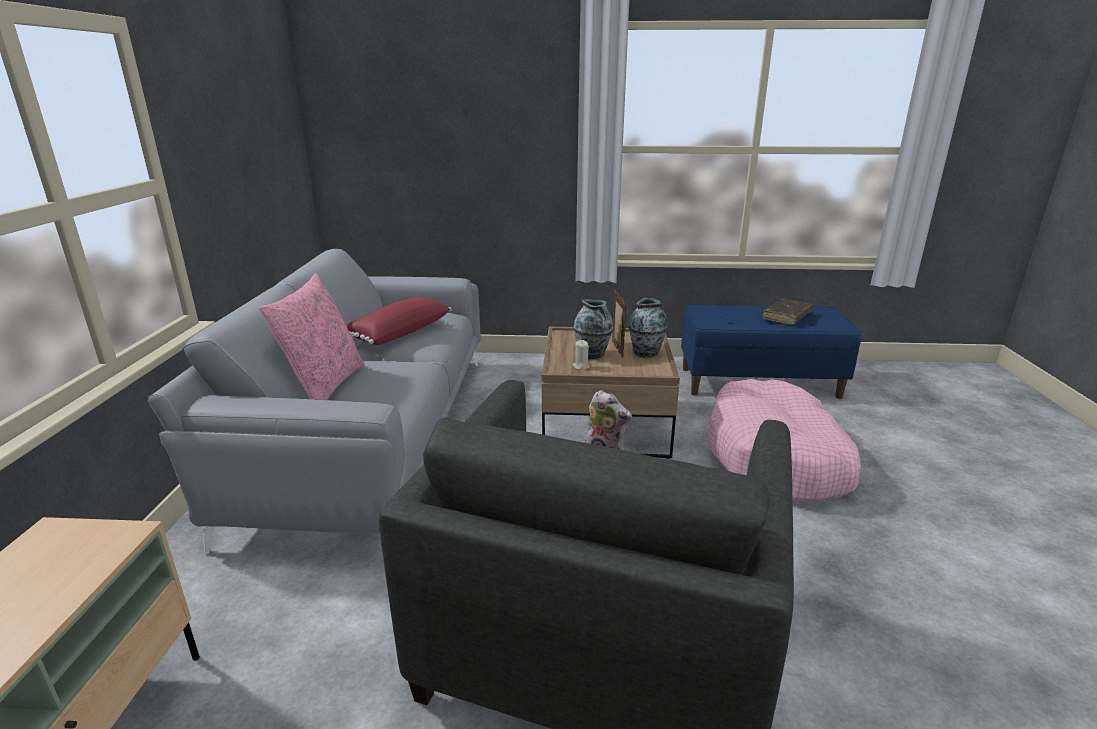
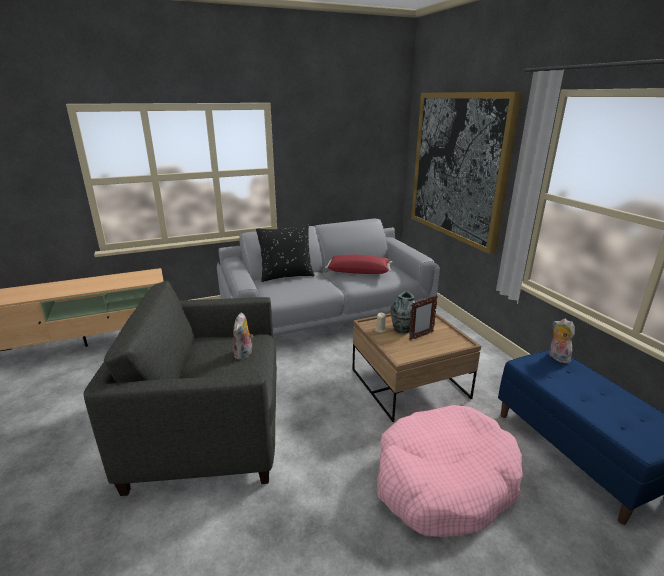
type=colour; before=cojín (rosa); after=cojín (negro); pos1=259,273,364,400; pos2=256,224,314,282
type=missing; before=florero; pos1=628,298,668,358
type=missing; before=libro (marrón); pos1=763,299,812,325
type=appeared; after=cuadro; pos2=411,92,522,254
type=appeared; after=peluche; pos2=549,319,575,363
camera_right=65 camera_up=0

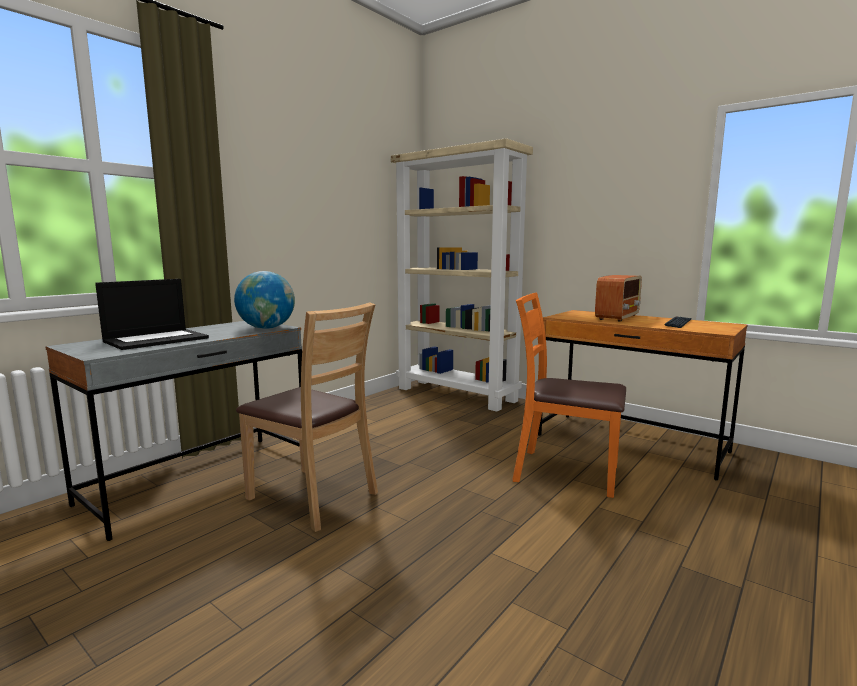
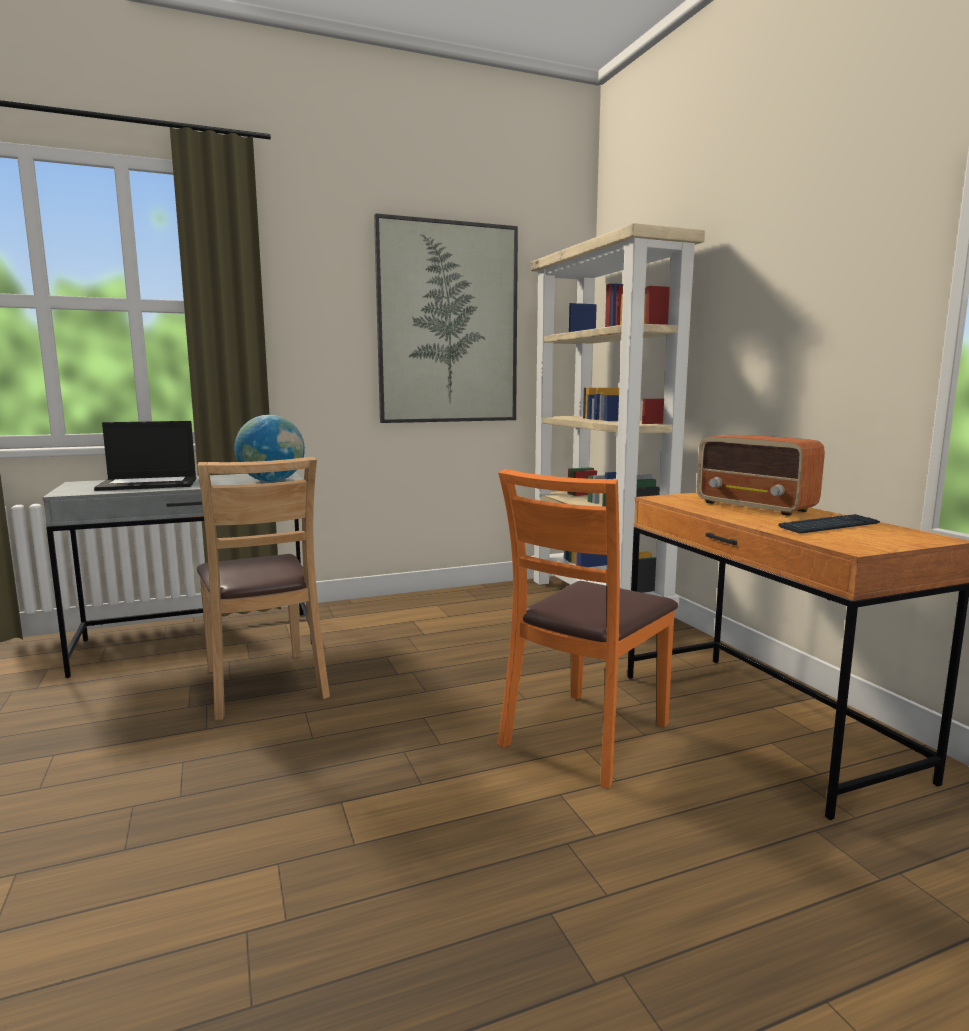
type=spun; before=radio; pos1=595,275,642,322; pos2=697,435,825,516; turn=75
type=spun; before=silla (naranja); pos1=513,292,626,498; pos2=498,469,678,789; turn=-105
type=appeared; after=cuadro; pos2=374,213,518,423
camera_right=30 camera_up=0

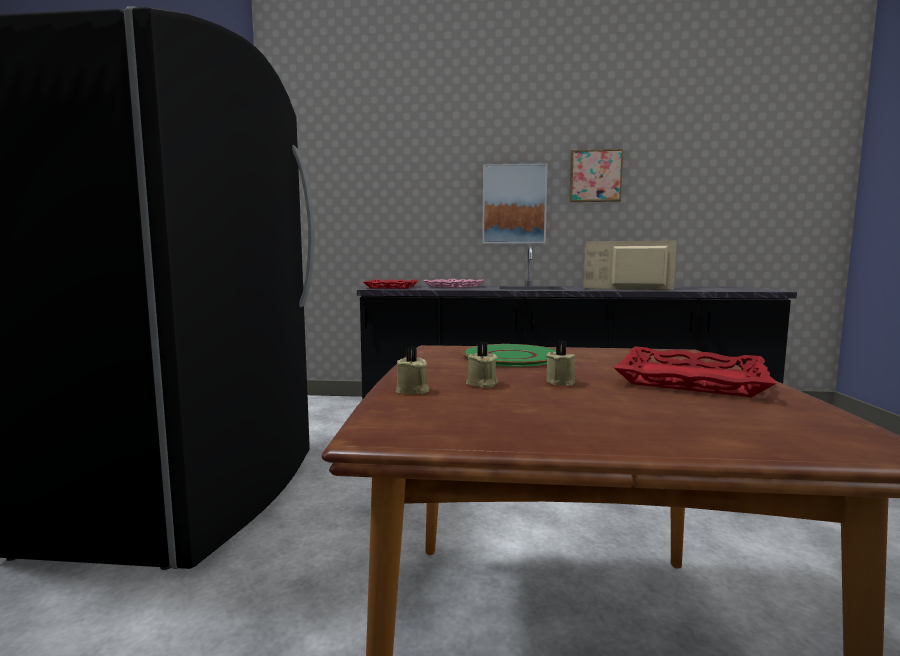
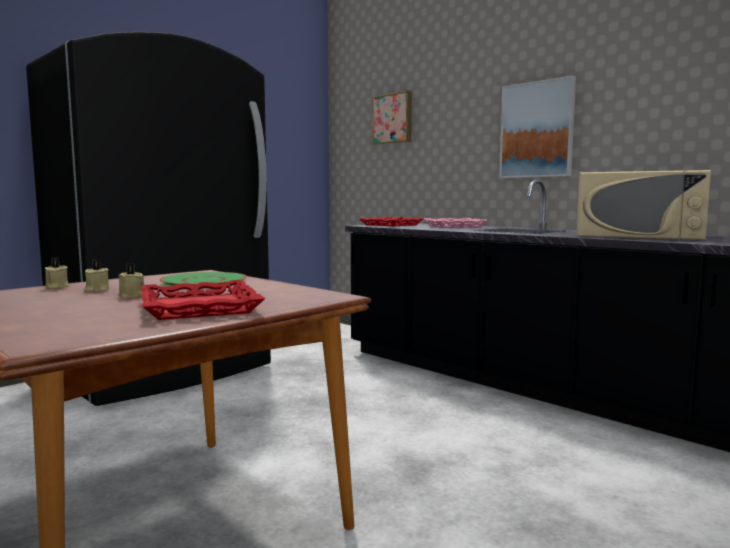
type=relocated; before=cuadro; pos1=569,149,624,202; pos2=372,91,412,145
type=spun; before=microondas (beis); pos1=584,240,677,290; pos2=576,170,711,240; turn=150
camera_right=40 camera_up=0

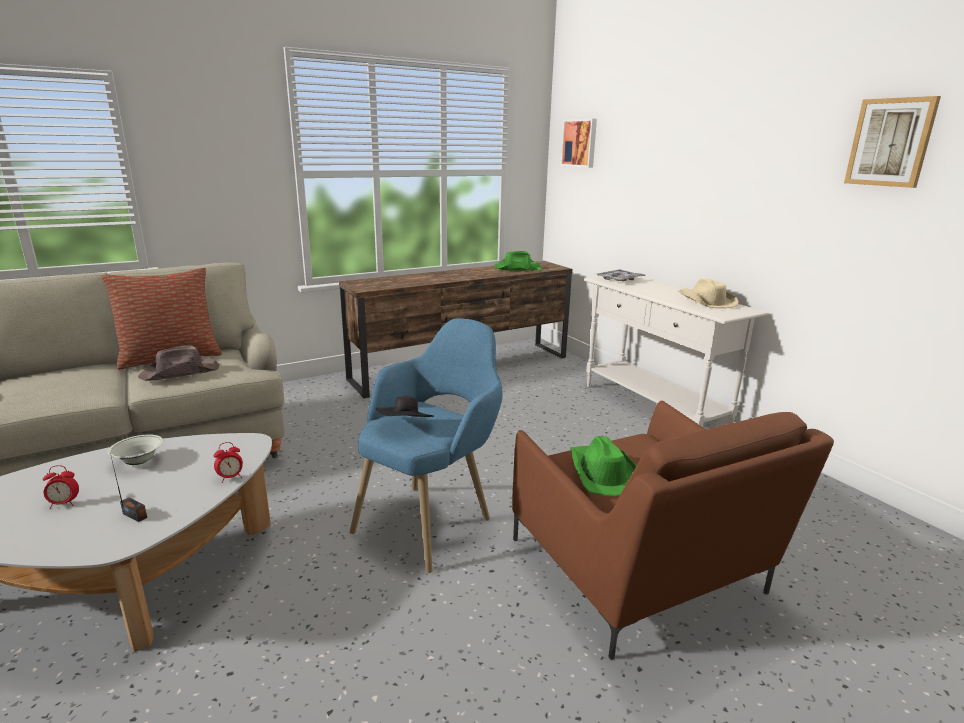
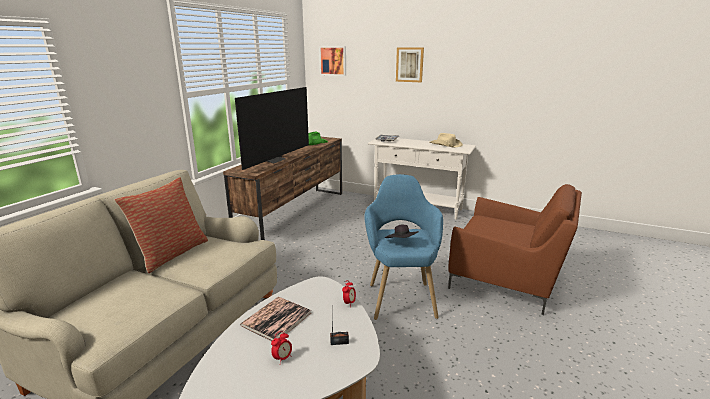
type=relocated; before=cuadro; pos1=844,96,941,188; pos2=396,47,424,82
type=missing; before=sombrero (marrón); pos1=138,346,219,381
type=exchanged; before=cuenco (blanco); after=libro; pos1=108,435,163,465; pos2=240,297,311,341
type=missing; before=sombrero (verde); pos1=571,436,636,496
type=appeared; after=televisor; pos2=235,87,309,170
camera_right=-35 camera_up=0

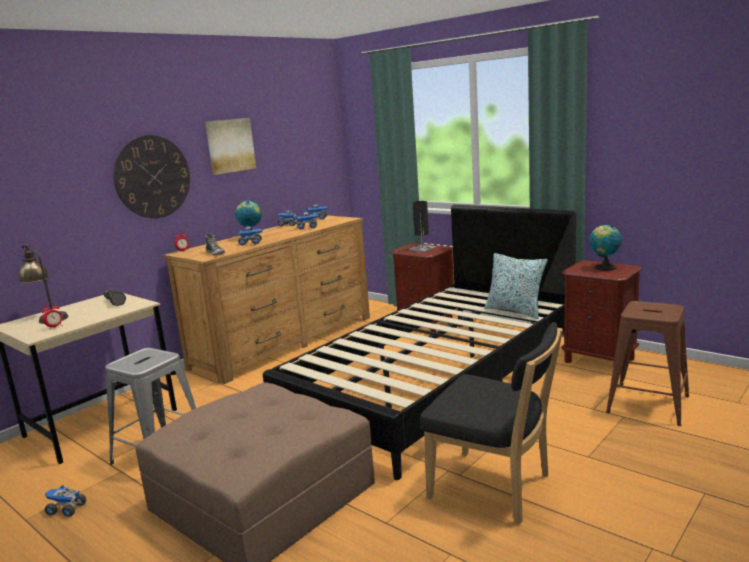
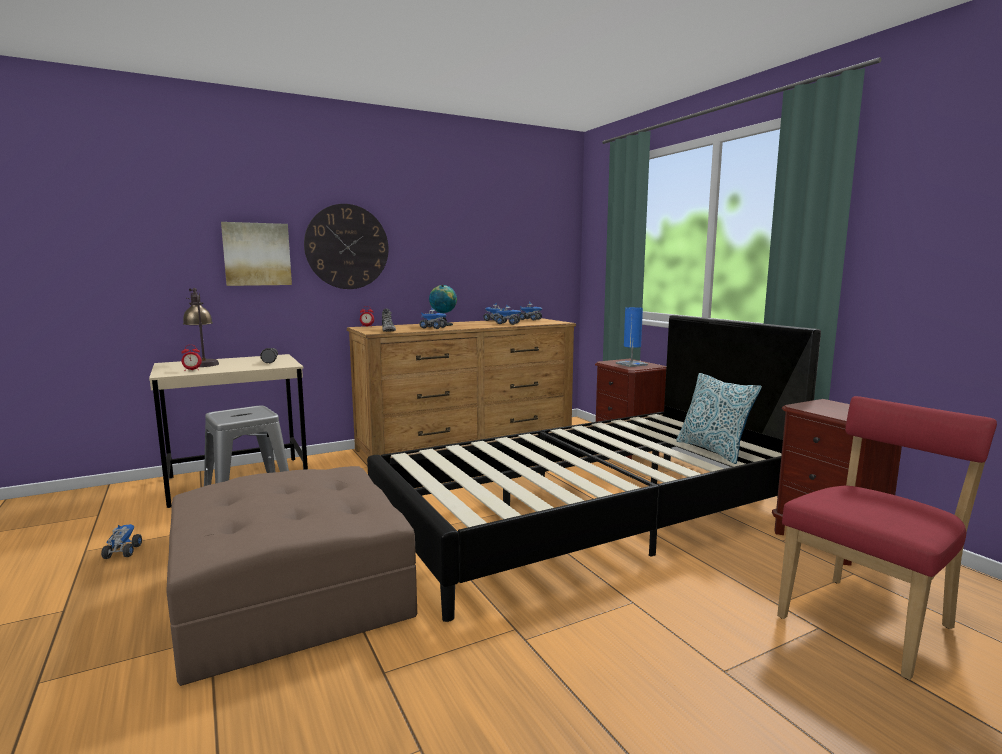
type=relocated; before=cuadro; pos1=205,118,256,175; pos2=221,222,292,286
type=colour; before=lámpara de mesa (negro); after=lámpara de mesa (azul); pos1=409,201,436,252; pos2=616,307,648,367
type=missing; before=globo terráqueo; pos1=589,225,622,271
type=exchanged; before=taburete (marrón); after=silla (rojo); pos1=606,301,689,426; pos2=777,396,997,680
type=missing; before=silla (negro); pos1=420,322,563,524
type=spun; before=camión de juguete; pos1=45,485,86,517; pos2=101,524,142,559; turn=45
camera_right=20 camera_up=-5

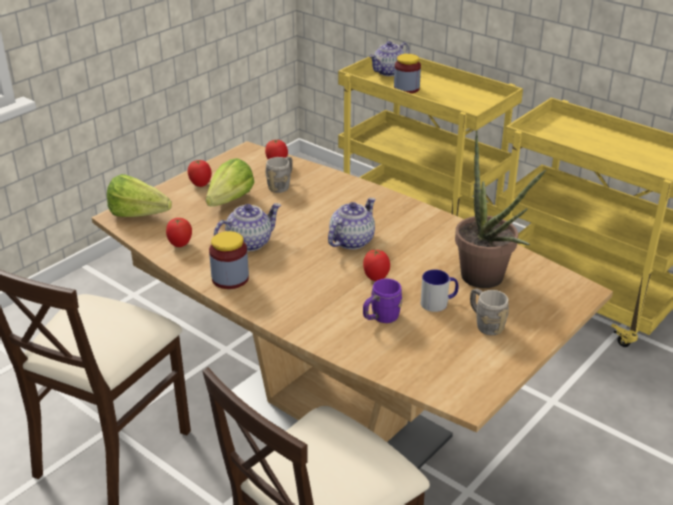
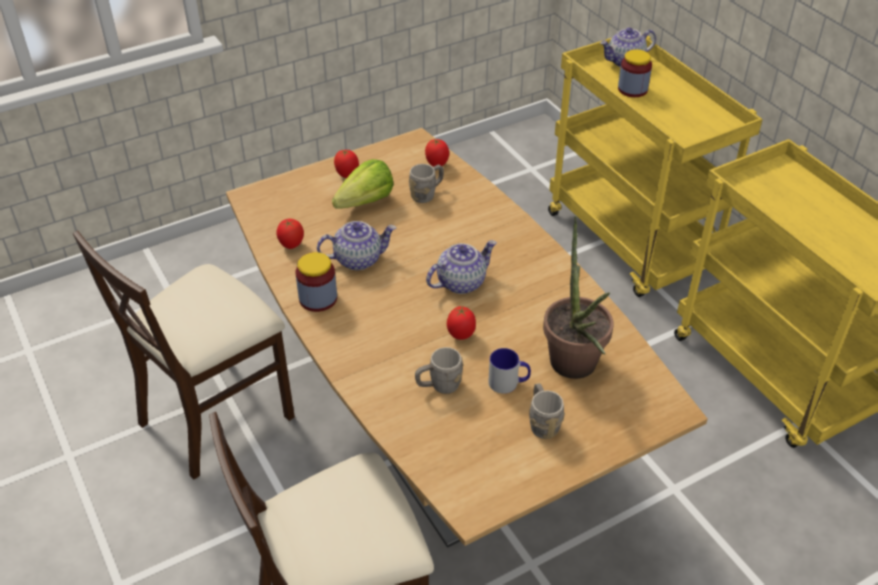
type=missing; before=lechuga; pos1=107,174,172,217
type=colour; before=taza grande (morado); after=taza grande (gris); pos1=363,279,402,323; pos2=415,347,463,394
camera_right=20 camera_up=10

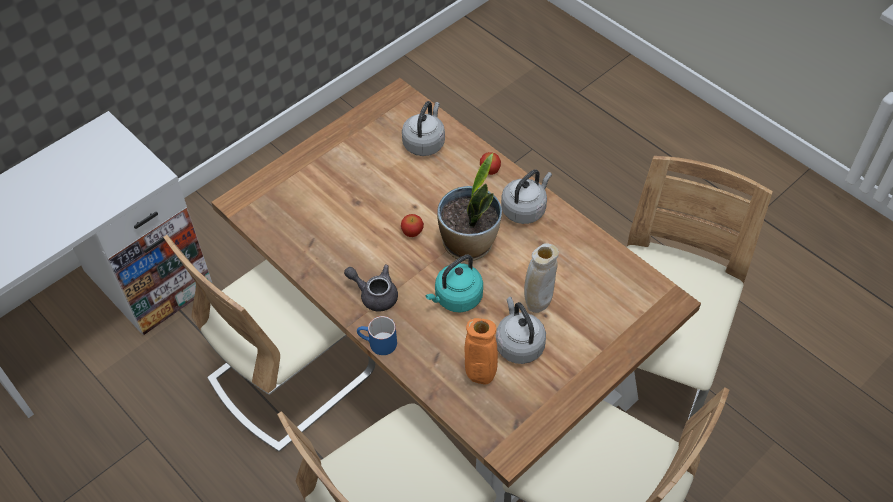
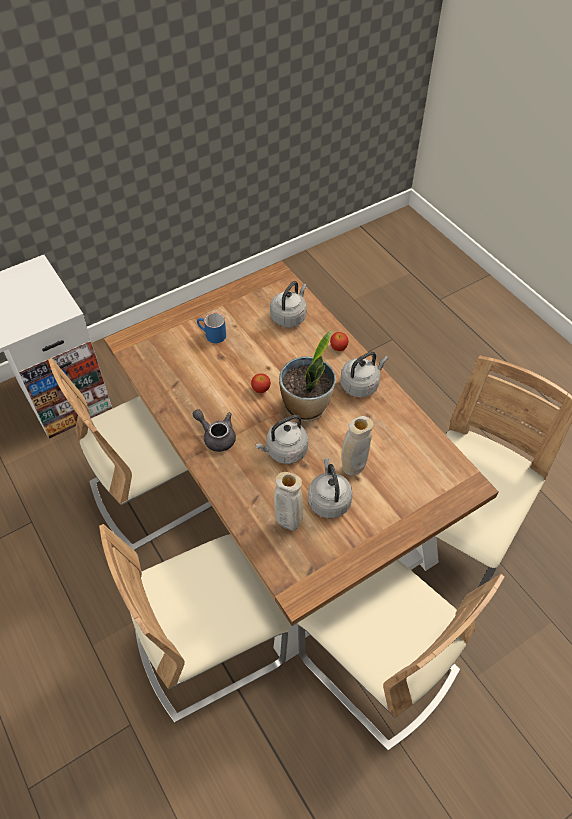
type=colour; before=hervidor (turquesa); after=hervidor (gris); pos1=426,254,483,312; pos2=255,415,308,464
type=relocated; before=taza grande (azul); pos1=357,316,397,355; pos2=197,313,226,343
type=colour; before=florero (naranja); after=florero (beis); pos1=465,318,498,384; pos2=274,472,303,531
camera_right=10 camera_up=0

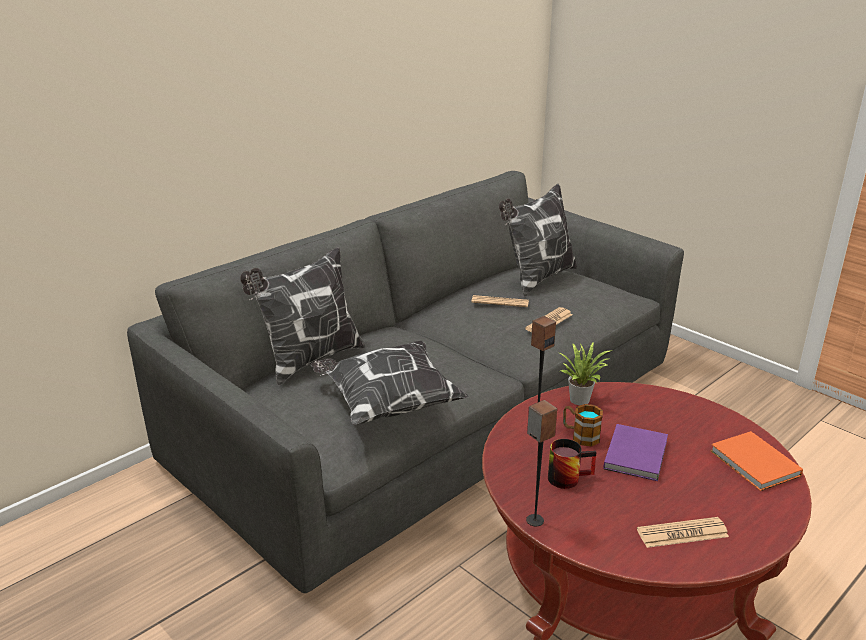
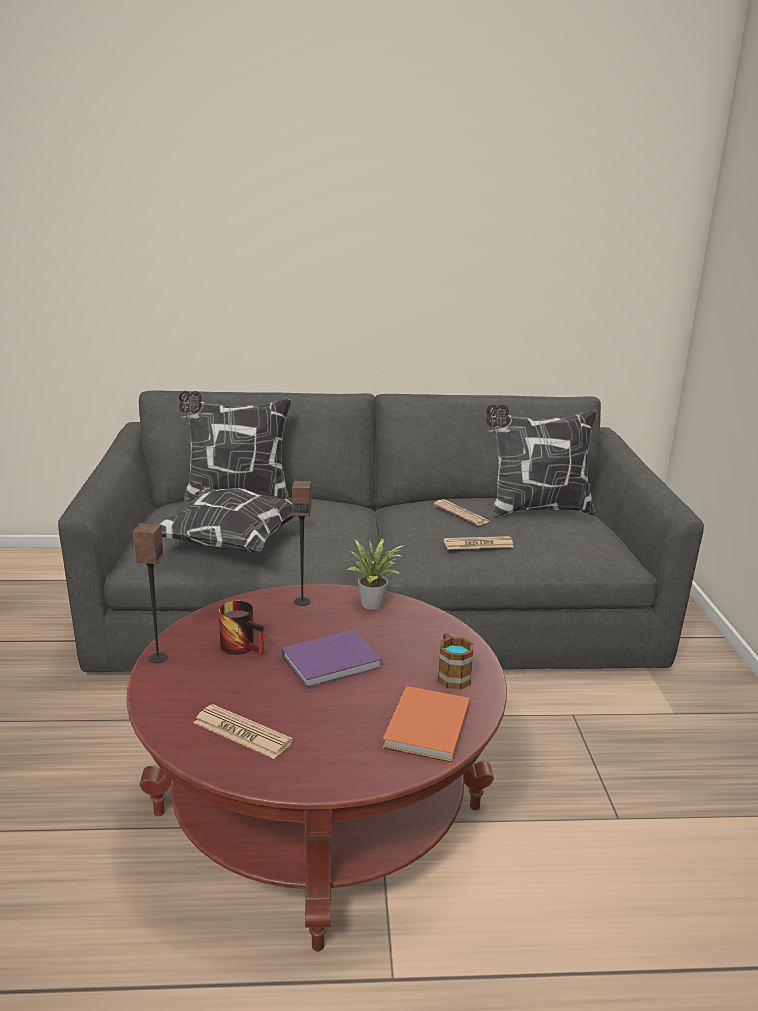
type=relocated; before=taza grande; pos1=563,404,603,446; pos2=438,633,474,690
camera_right=40 camera_up=-5

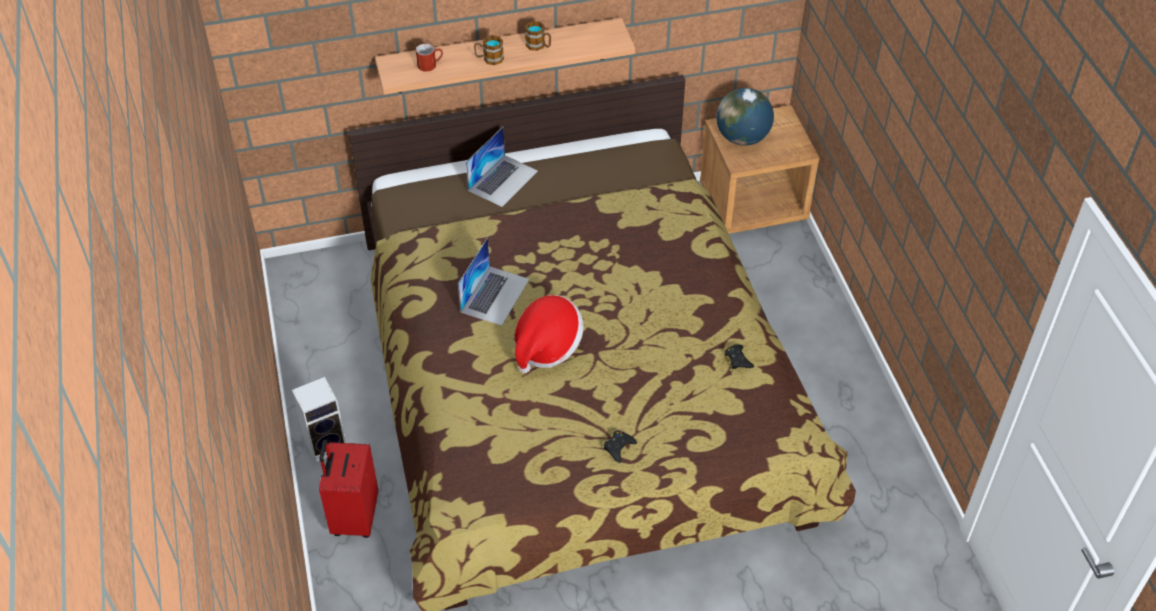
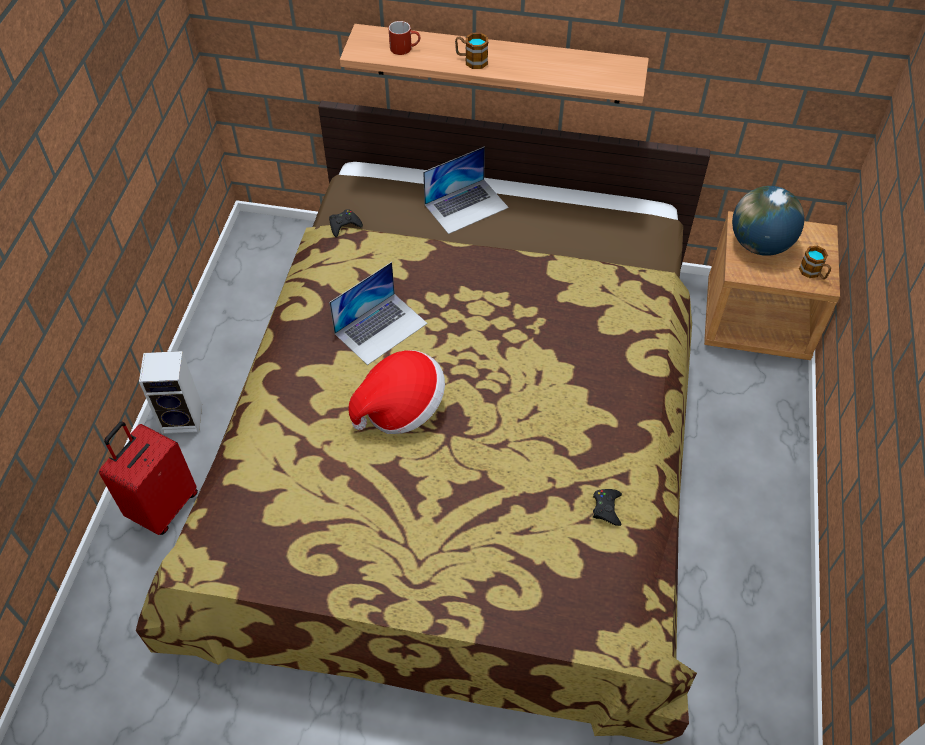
type=relocated; before=taza grande; pos1=525,21,551,51; pos2=799,246,831,279
type=relocated; before=mando de consola (negro); pos1=604,431,637,463; pos2=329,209,363,237
camera_right=25 camera_up=5

